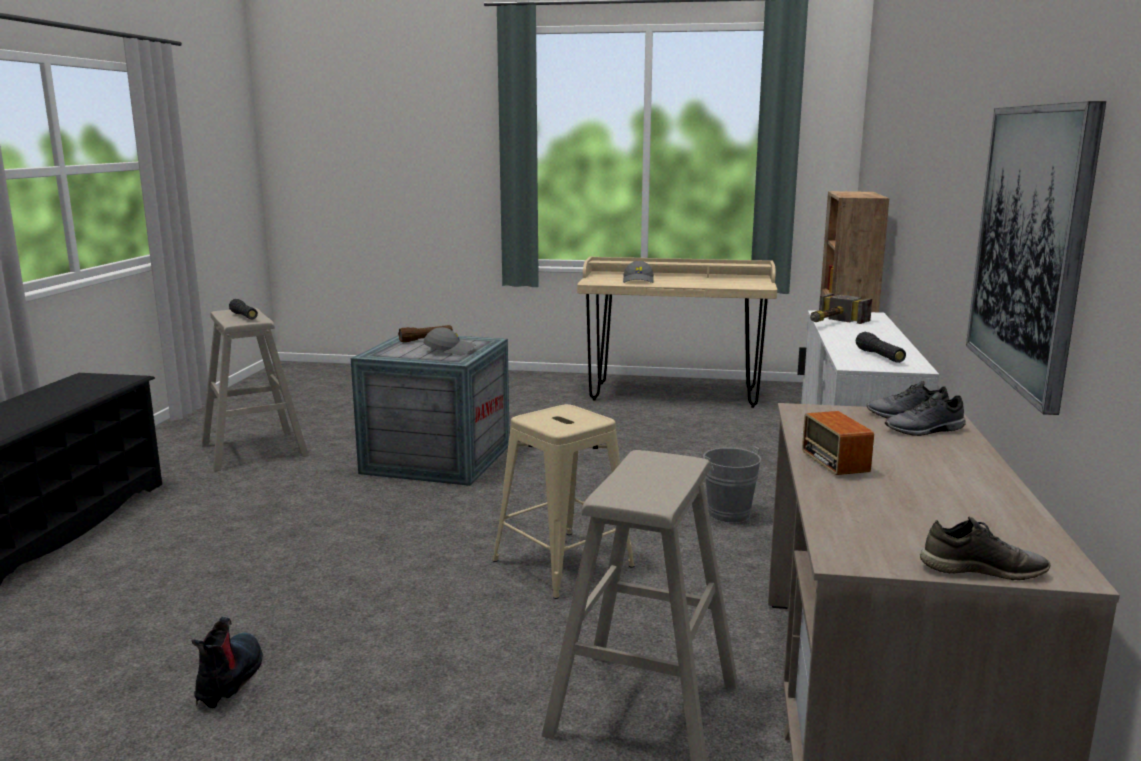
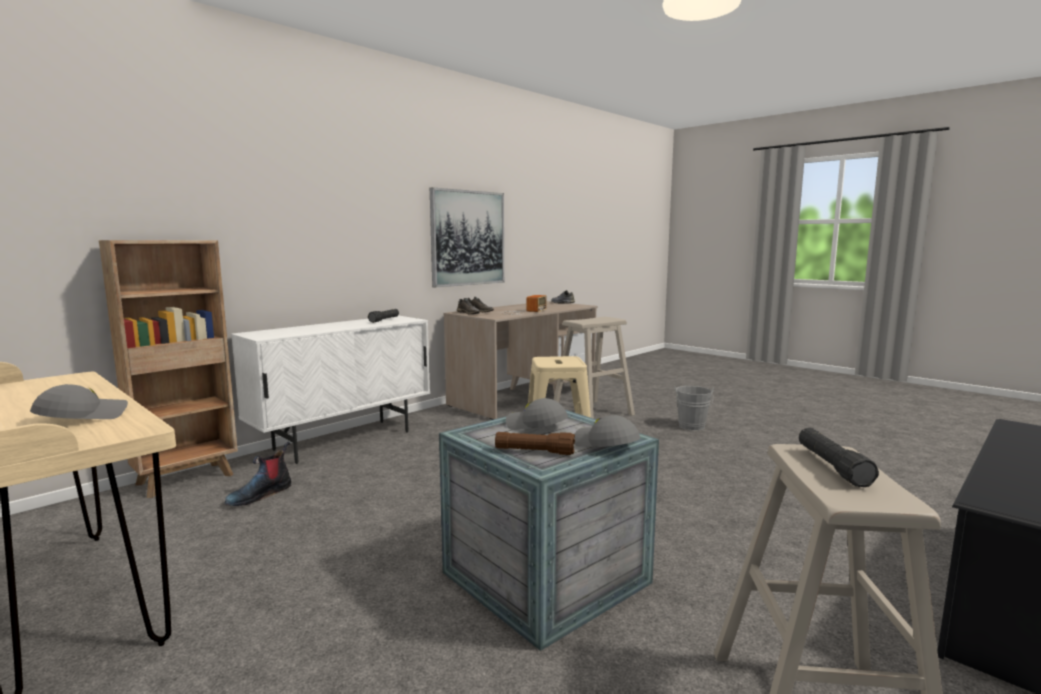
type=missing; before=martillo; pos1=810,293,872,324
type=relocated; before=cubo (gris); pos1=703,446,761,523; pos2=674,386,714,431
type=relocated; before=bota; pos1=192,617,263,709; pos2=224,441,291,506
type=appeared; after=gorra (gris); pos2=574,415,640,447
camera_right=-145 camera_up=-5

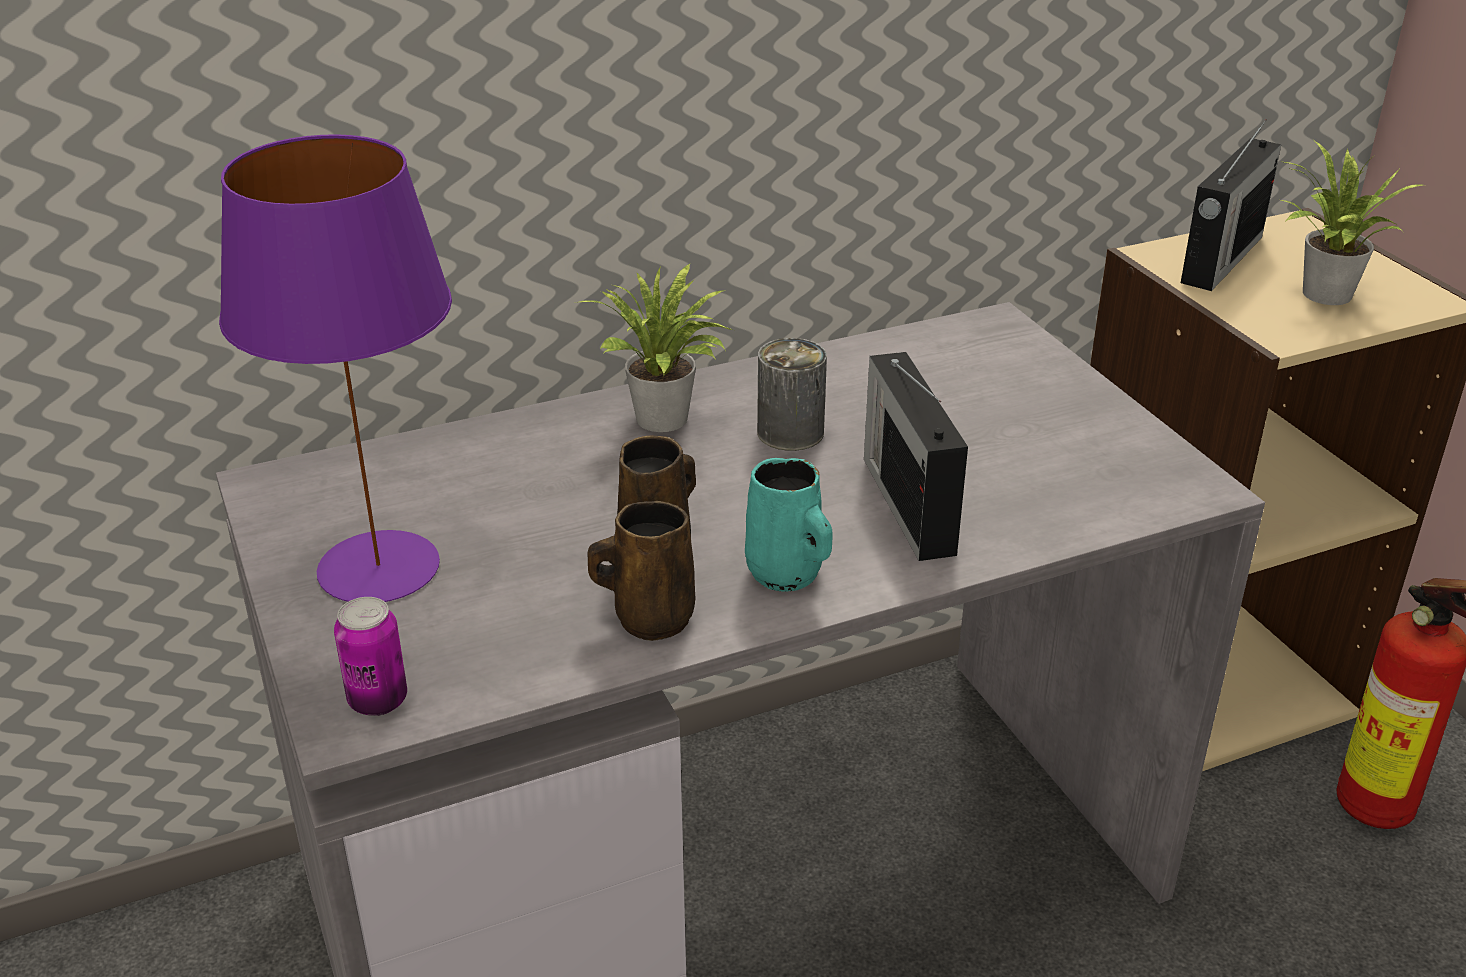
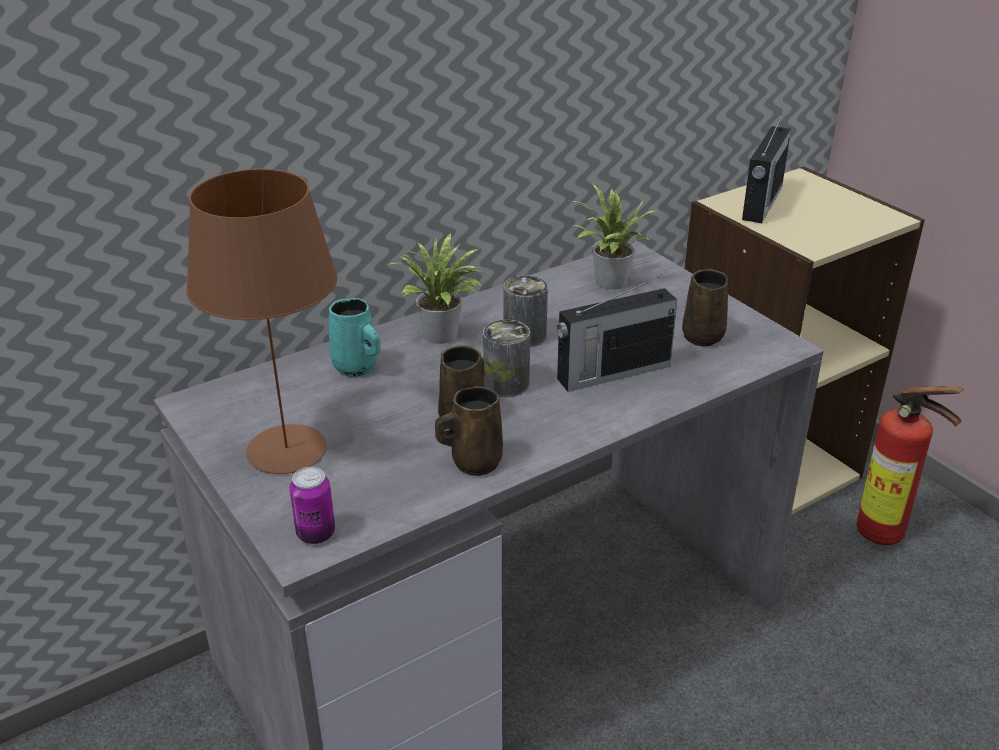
type=colour; before=lámpara de mesa (morado); after=lámpara de mesa (marrón); pos1=219,134,452,602; pos2=186,169,338,474
type=relocated; before=planta en maceta; pos1=1280,141,1422,305; pos2=573,184,657,290
type=spun; before=radio; pos1=864,352,968,561; pos2=557,277,677,392; turn=-90
type=relocated; before=taza grande (turquesa); pos1=745,458,832,592; pos2=328,298,381,377
type=appeared; after=taza grande (marrón); pos2=682,269,728,347
type=appeared; after=lata; pos2=483,320,530,397
camera_right=-10 camera_up=0

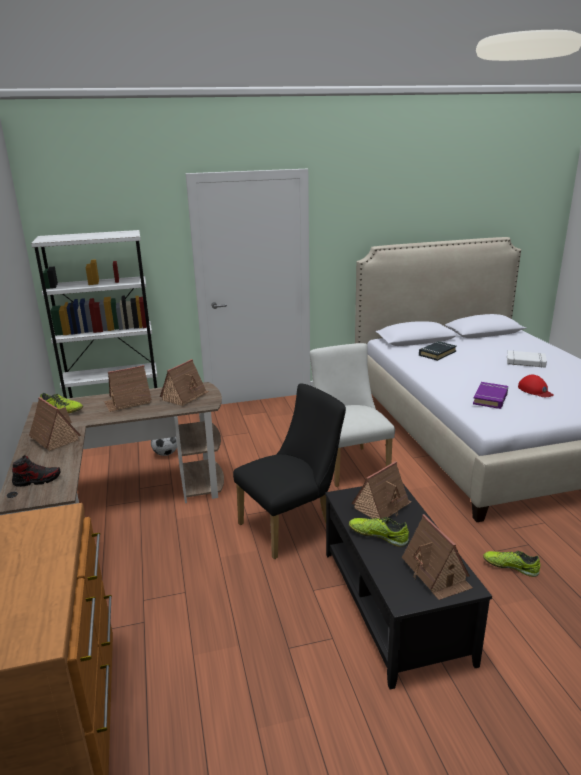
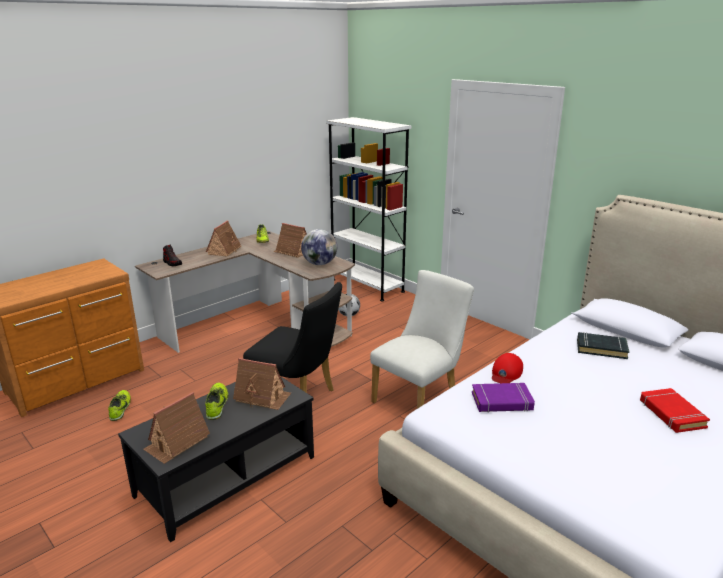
type=colour; before=libro (blanco); after=libro (rojo); pos1=507,351,547,368; pos2=640,388,710,433
type=exchanged; before=casita; after=globo terráqueo; pos1=160,359,209,406; pos2=301,229,337,265
type=relocated; before=gorra (rojo); pos1=518,375,554,397; pos2=492,353,523,383
type=relocated; before=zapato; pos1=483,551,540,577; pos2=108,390,131,421
camera_right=60 camera_up=0

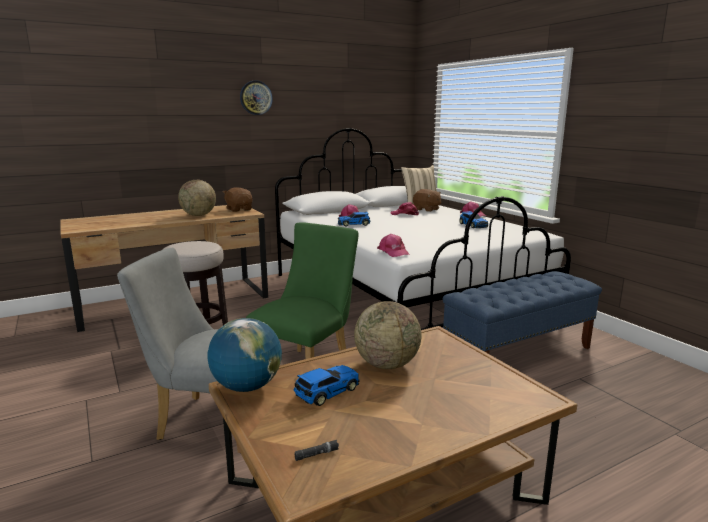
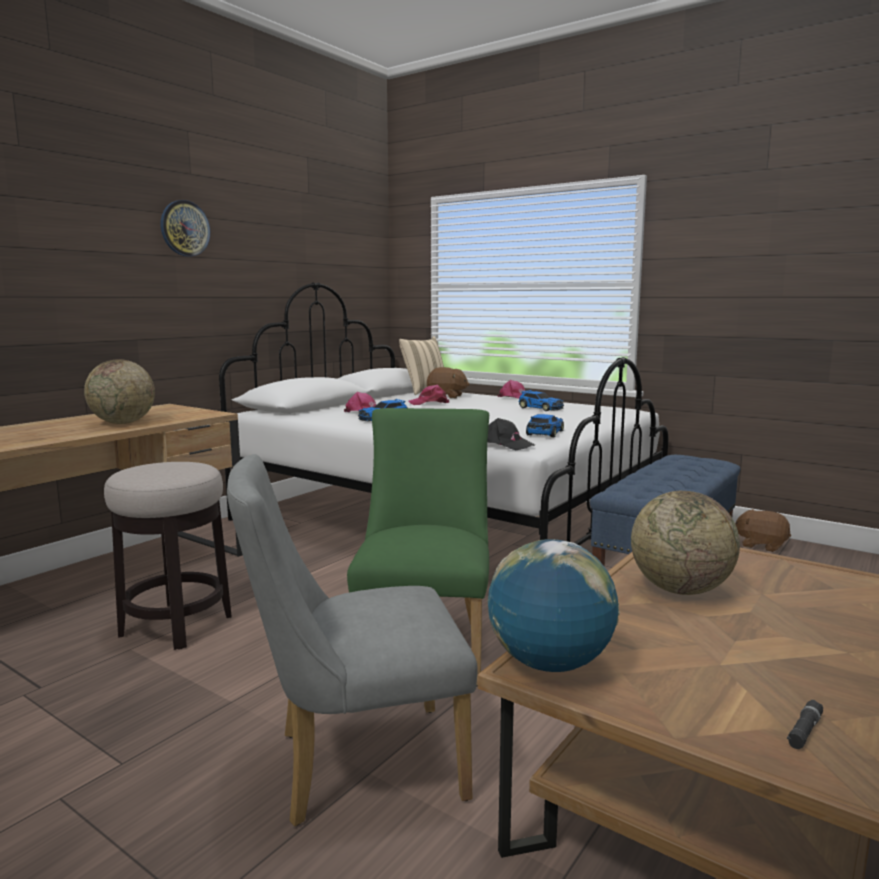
type=relocated; before=peluche (marrón); pos1=223,187,253,212; pos2=735,509,791,552
type=colour; before=gorra (rosa); after=gorra (negro); pos1=377,234,410,257; pos2=487,418,535,450
type=relocated; before=coche de juguete; pos1=294,365,359,406; pos2=526,414,564,437
camera_right=-25 camera_up=-5

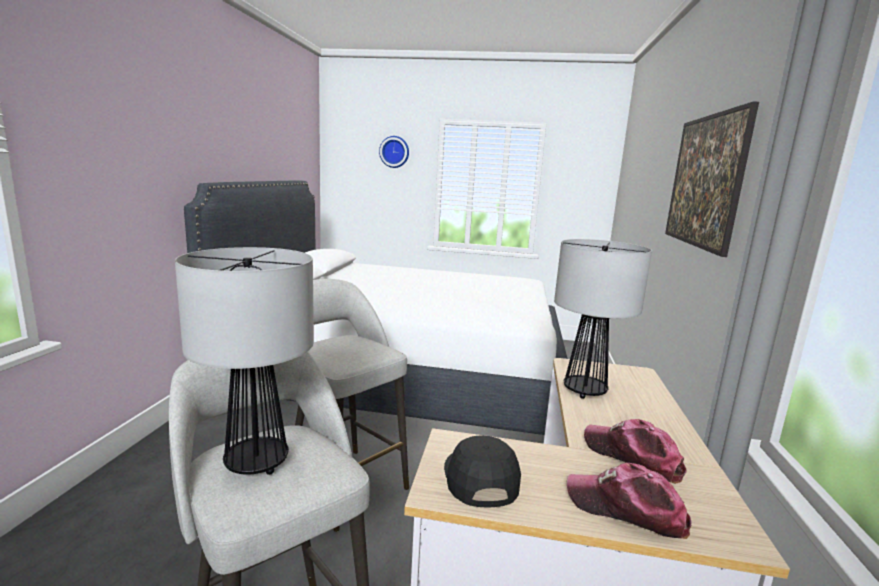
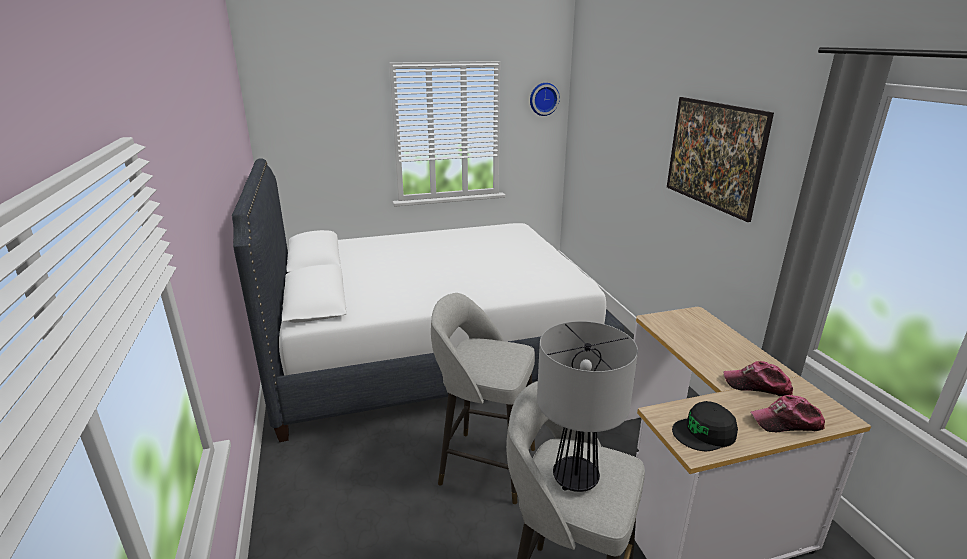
type=relocated; before=reloj de pared; pos1=379,136,409,168; pos2=530,83,560,116
type=missing; before=lámpara de mesa; pos1=554,239,652,399
type=spun; before=gorra (negro); pos1=444,435,521,507; pos2=672,401,738,451; turn=-75
camera_right=-25 camera_up=10

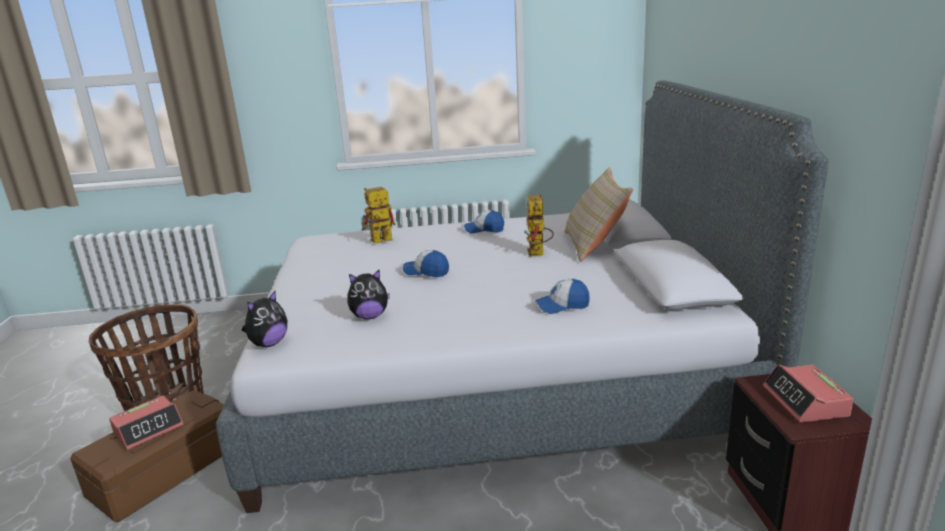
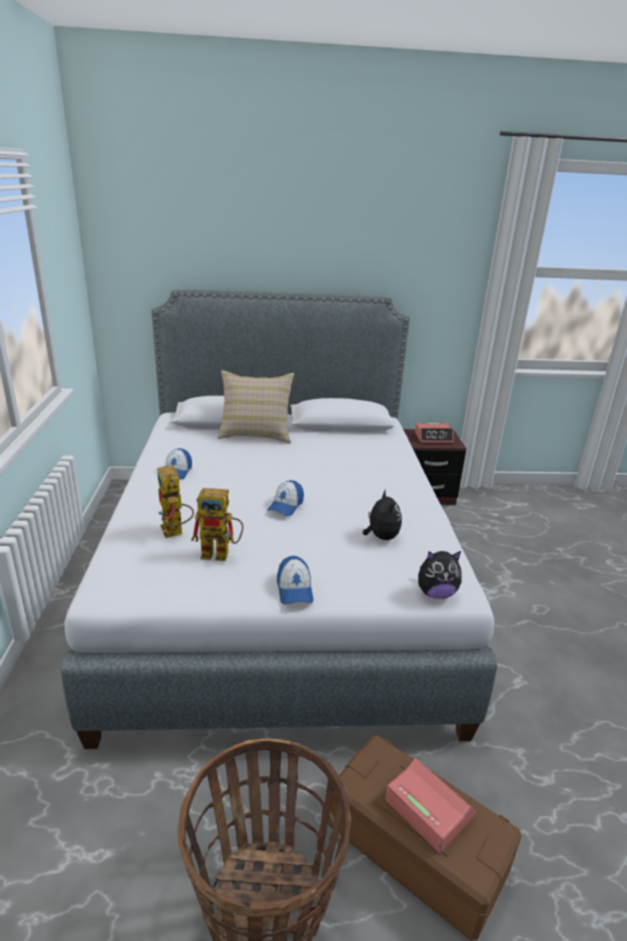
type=relocated; before=robot de juguete; pos1=524,195,554,257; pos2=191,488,244,561
type=relocated; before=gorra; pos1=535,279,590,314; pos2=277,556,314,605
type=spun; before=peluche; pos1=242,291,287,347; pos2=418,551,462,599; turn=135
camera_right=-90 camera_up=5

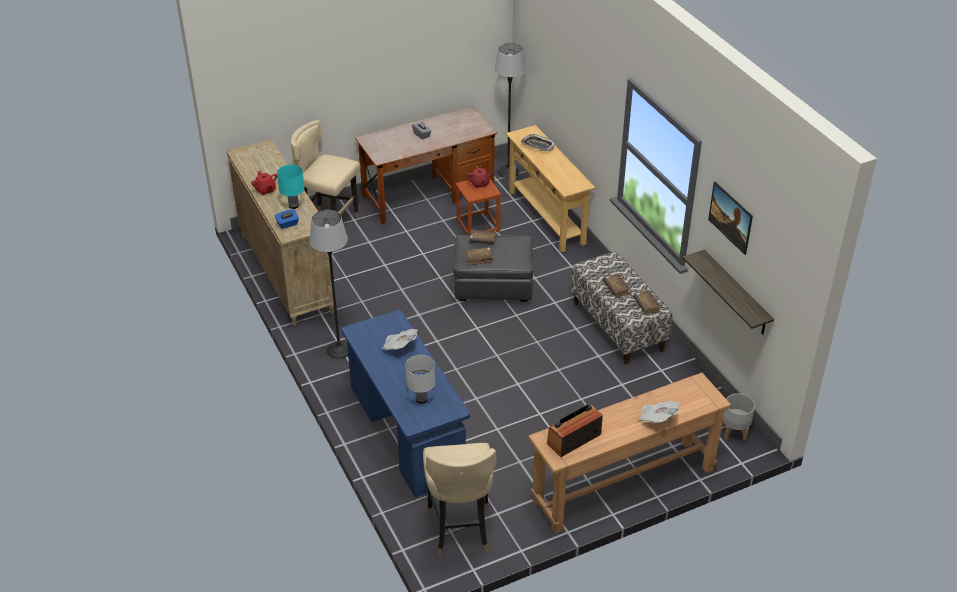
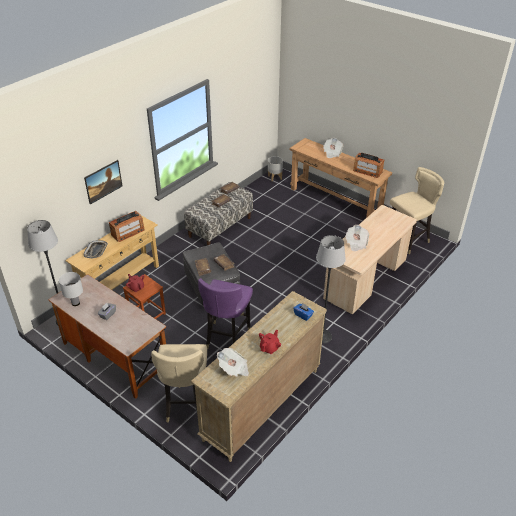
type=missing; before=lámpara de mesa (turquesa); pos1=277,164,304,209
type=relocated; before=cuadro; pos1=708,182,753,255; pos2=84,160,122,205
type=missing; before=estante; pos1=683,250,774,335
type=colour; before=escritorio (azul); after=escritorio (beis); pos1=342,310,470,497; pos2=323,205,417,314
type=relocated; before=lámpara de mesa (blanco); pos1=405,355,435,404; pos2=59,272,83,306
type=appeared; after=radio; pos2=109,211,145,242
type=appeared; after=silla (morado); pos2=198,278,253,349
type=appeared; after=periódico; pos2=217,348,249,377
camera_right=-115 camera_up=0

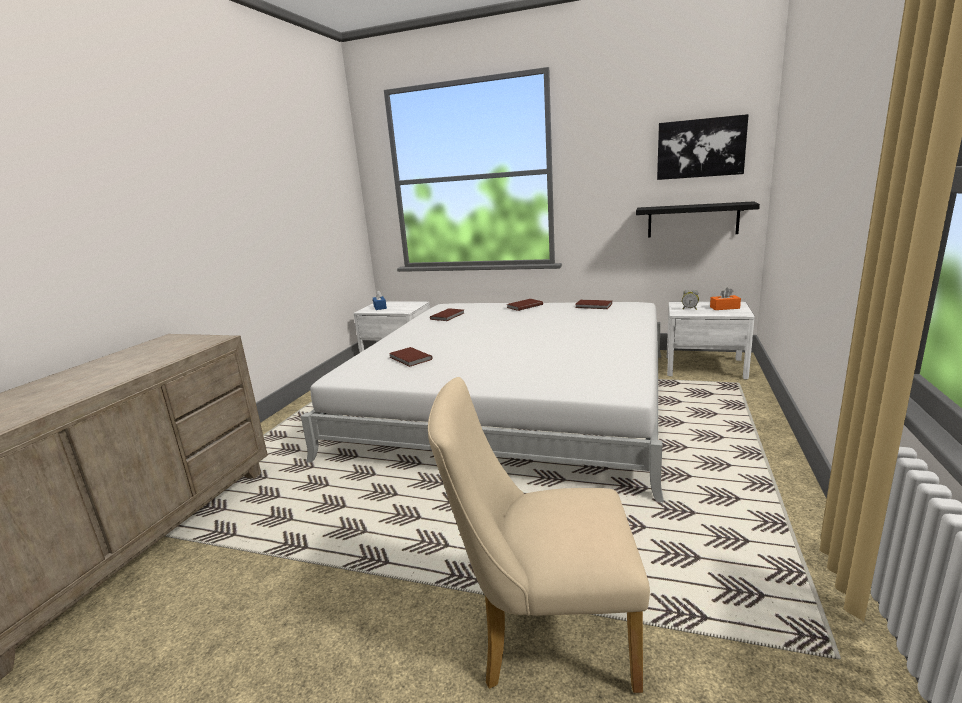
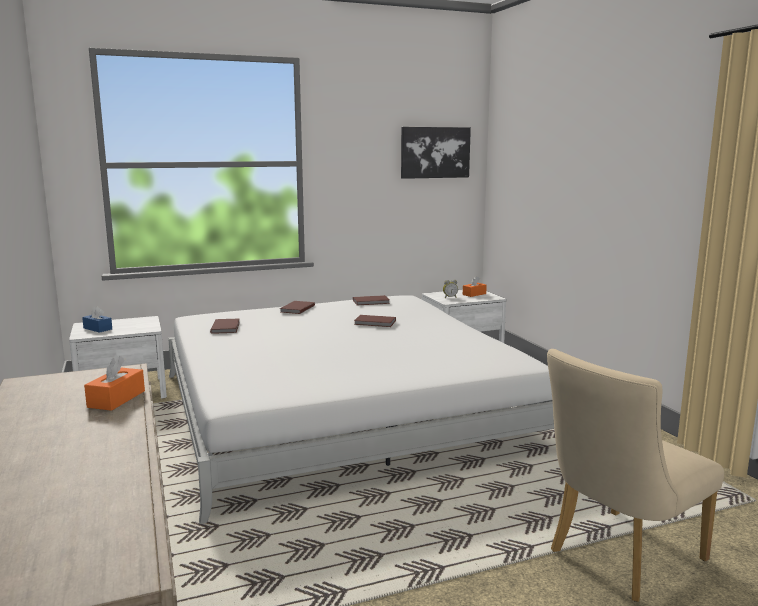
type=missing; before=estante (negro); pos1=636,201,760,238
type=relocated; before=libro (marrón); pos1=389,347,432,367; pos2=354,315,396,327
type=appeared; after=caja de pañuelos (naranja); pos2=84,355,145,411
camera_right=-40 camera_up=-5

